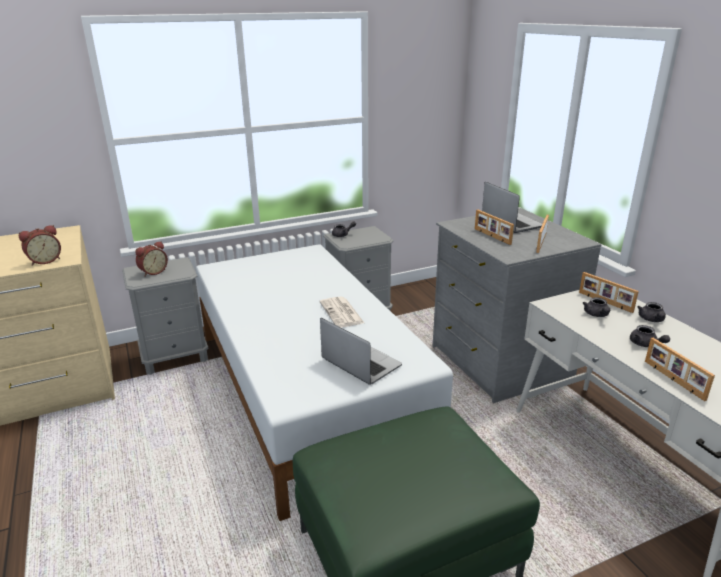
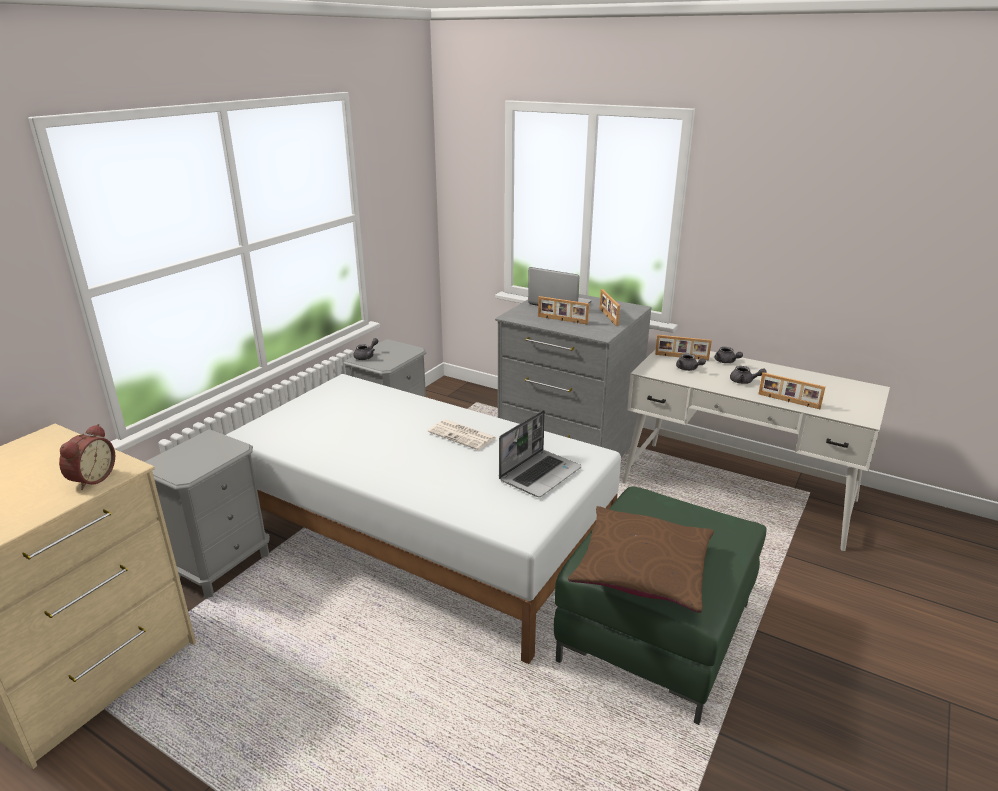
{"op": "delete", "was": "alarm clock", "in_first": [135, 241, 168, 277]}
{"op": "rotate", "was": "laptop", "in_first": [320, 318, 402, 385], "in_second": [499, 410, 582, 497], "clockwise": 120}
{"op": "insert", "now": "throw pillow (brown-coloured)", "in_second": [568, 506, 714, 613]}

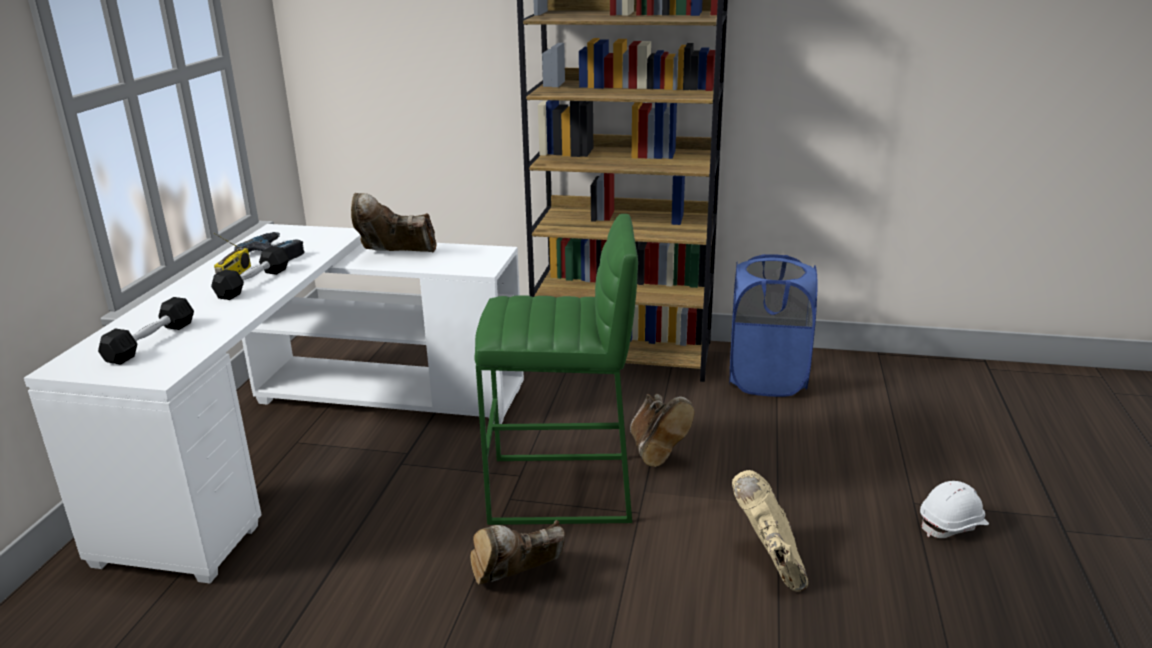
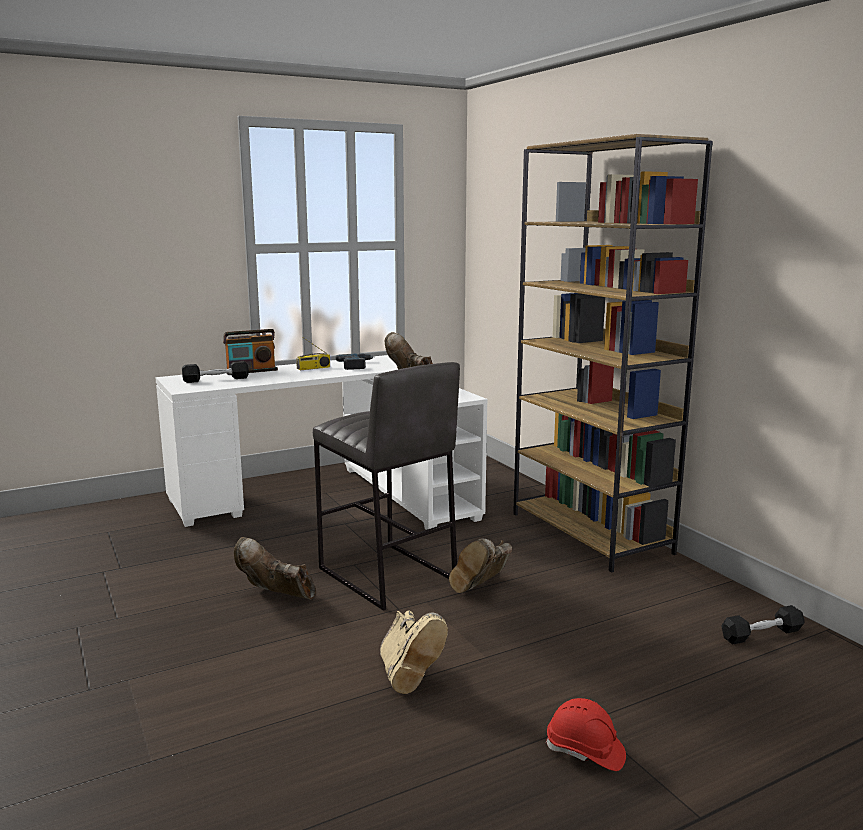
{"op": "move", "was": "free weight (blackish)", "in_first": [211, 246, 289, 300], "in_second": [721, 605, 805, 644]}
{"op": "recolor", "was": "stool seat (greenish)", "now": "stool seat (grey)", "in_first": [475, 214, 638, 525], "in_second": [313, 362, 460, 611]}
{"op": "delete", "was": "hamper (blue)", "in_first": [729, 254, 818, 397]}
{"op": "rotate", "was": "tall boot (beige)", "in_first": [732, 470, 808, 592], "in_second": [380, 611, 448, 694], "clockwise": 120}
{"op": "recolor", "was": "safety helmet (white)", "now": "safety helmet (reddish)", "in_first": [920, 481, 989, 538], "in_second": [546, 698, 626, 771]}
{"op": "insert", "now": "radio", "in_second": [223, 329, 278, 375]}

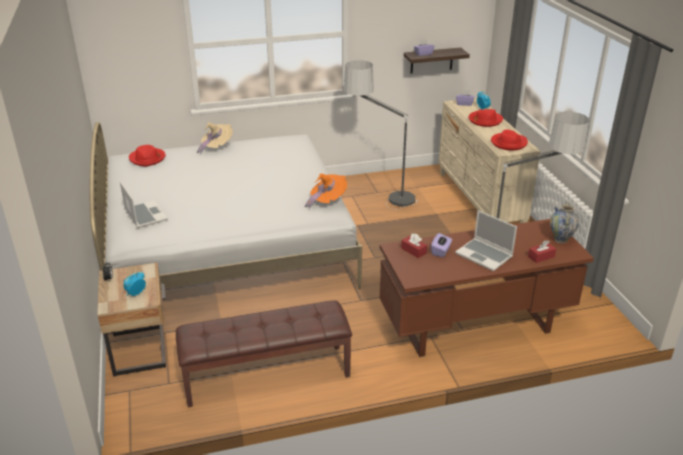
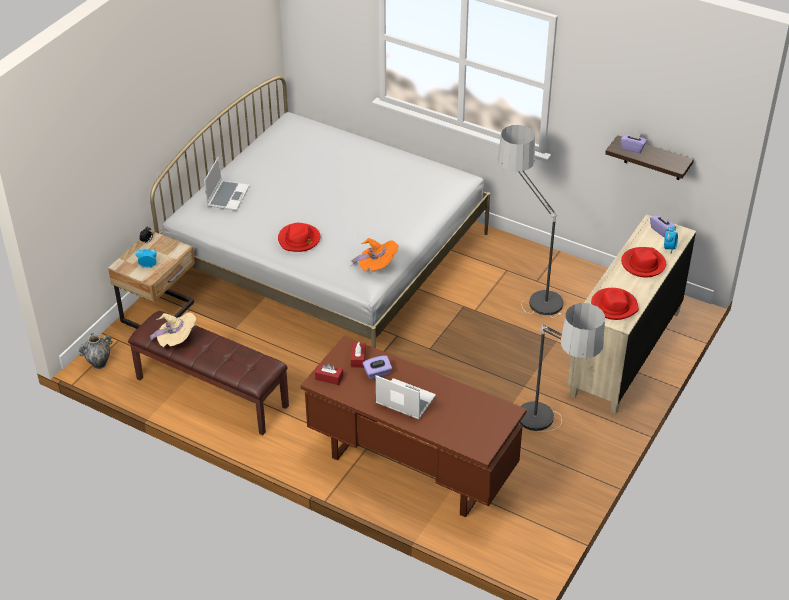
{"op": "move", "was": "wearable hat (reddish)", "in_first": [129, 145, 166, 167], "in_second": [278, 223, 320, 252]}
{"op": "move", "was": "wearable hat (beige)", "in_first": [197, 122, 233, 155], "in_second": [149, 312, 196, 347]}
{"op": "rotate", "was": "laptop", "in_first": [455, 210, 517, 271], "in_second": [376, 375, 436, 419], "clockwise": 120}
{"op": "move", "was": "box of tissues (reddish)", "in_first": [528, 240, 556, 263], "in_second": [315, 363, 343, 385]}
{"op": "move", "was": "vase", "in_first": [550, 202, 579, 243], "in_second": [79, 333, 113, 369]}

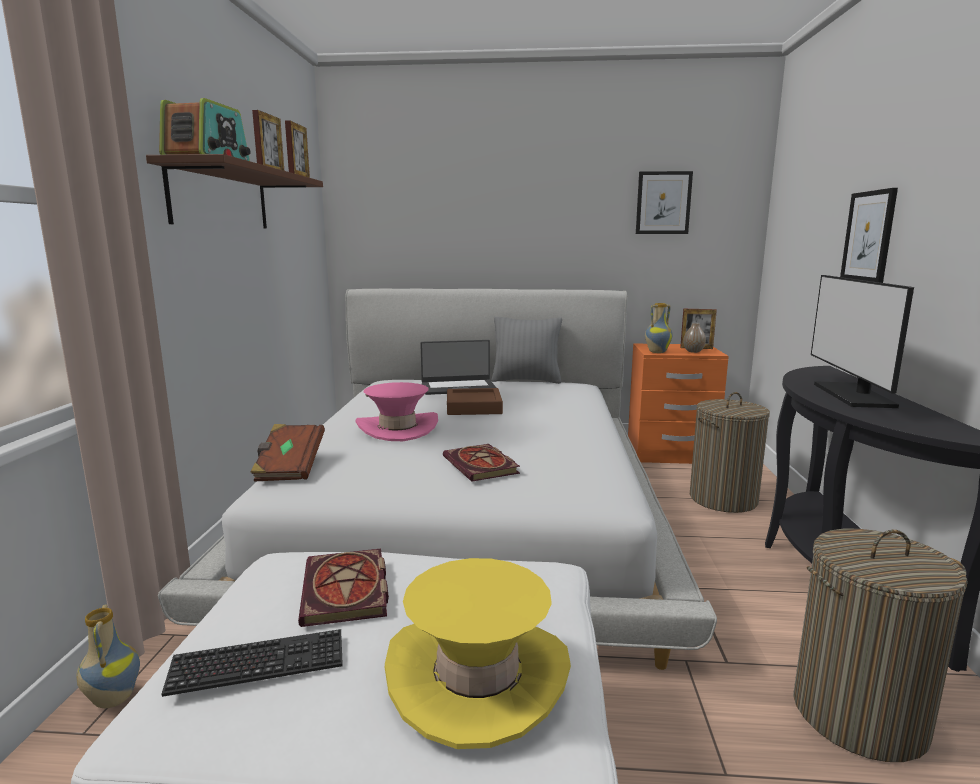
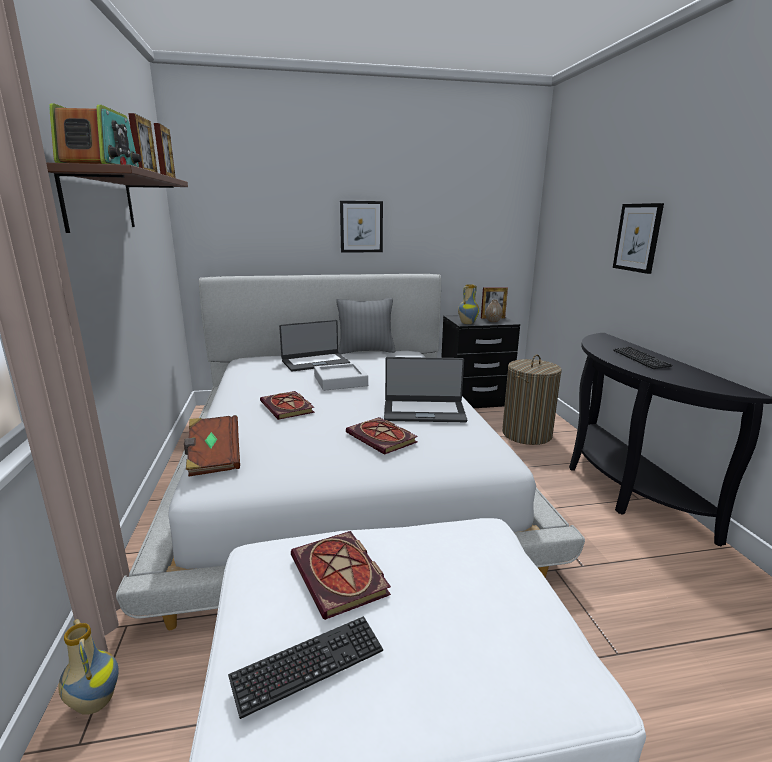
{"op": "replace", "was": "wearable hat (pink)", "now": "volume", "in_first": [356, 382, 438, 441], "in_second": [260, 391, 315, 420]}
{"op": "delete", "was": "wearable hat (yellow)", "in_first": [385, 558, 571, 749]}
{"op": "recolor", "was": "serving tray (brown-coloured)", "now": "serving tray (grey)", "in_first": [447, 388, 503, 415], "in_second": [314, 363, 368, 391]}
{"op": "recolor", "was": "bedside table (orange-coloured)", "now": "bedside table (blackish)", "in_first": [628, 344, 729, 464], "in_second": [441, 315, 520, 408]}
{"op": "move", "was": "picture", "in_first": [636, 171, 693, 234], "in_second": [340, 201, 383, 253]}
{"op": "delete", "was": "hamper", "in_first": [793, 529, 968, 762]}
{"op": "replace", "was": "computer display", "now": "PC keyboard", "in_first": [811, 275, 914, 408], "in_second": [613, 347, 673, 369]}
{"op": "insert", "now": "laptop", "in_second": [384, 357, 467, 422]}

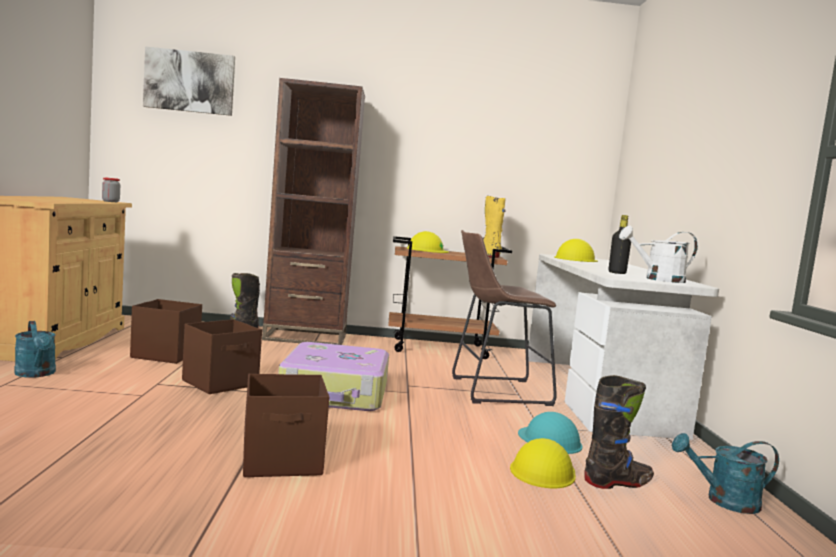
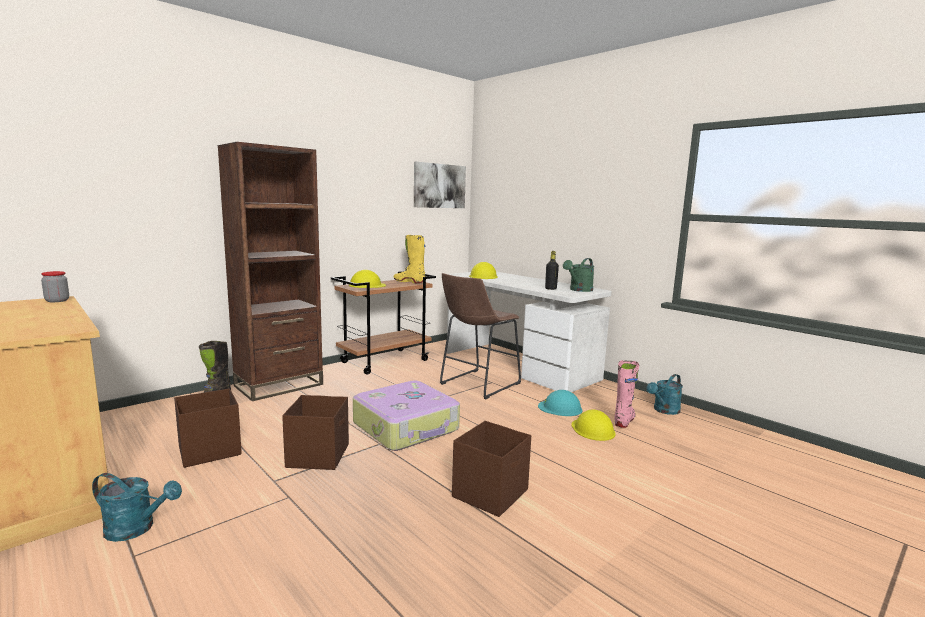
{"op": "move", "was": "picture", "in_first": [143, 46, 235, 116], "in_second": [414, 162, 466, 208]}
{"op": "recolor", "was": "tall boot (blackish)", "now": "tall boot (pink)", "in_first": [585, 375, 654, 489], "in_second": [615, 360, 639, 428]}
{"op": "recolor", "was": "watering can (white)", "now": "watering can (greenish)", "in_first": [619, 226, 698, 283], "in_second": [563, 258, 594, 292]}

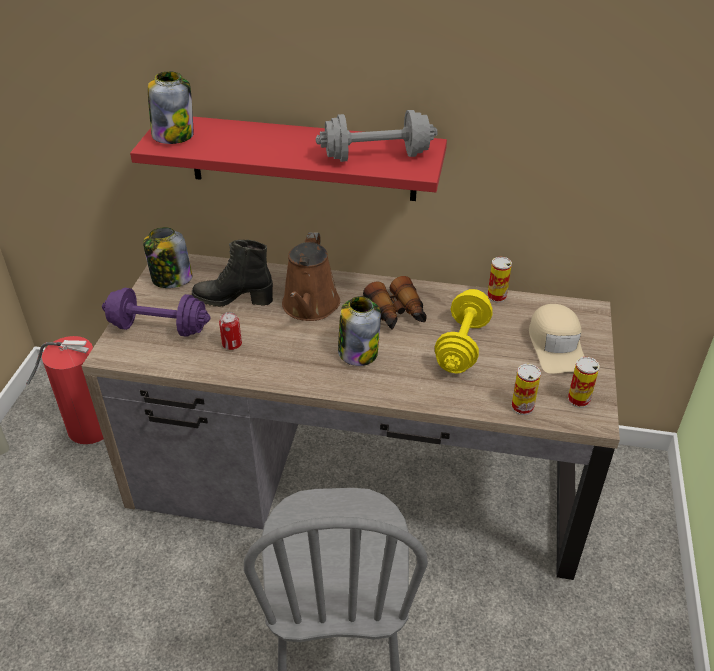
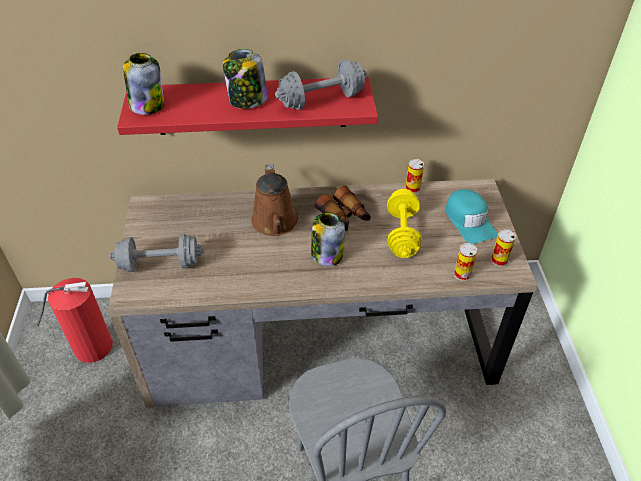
{"op": "recolor", "was": "free weight (purple-coloured)", "now": "free weight (grey)", "in_first": [102, 288, 210, 337], "in_second": [110, 234, 204, 272]}
{"op": "move", "was": "preserve jar", "in_first": [143, 227, 192, 288], "in_second": [223, 49, 268, 109]}
{"op": "delete", "was": "tall boot (blackish)", "in_first": [192, 240, 273, 307]}
{"op": "delete", "was": "sealed can", "in_first": [219, 312, 242, 350]}
{"op": "recolor", "was": "baseball cap (beige)", "now": "baseball cap (blue-green)", "in_first": [529, 304, 585, 374], "in_second": [445, 189, 498, 244]}

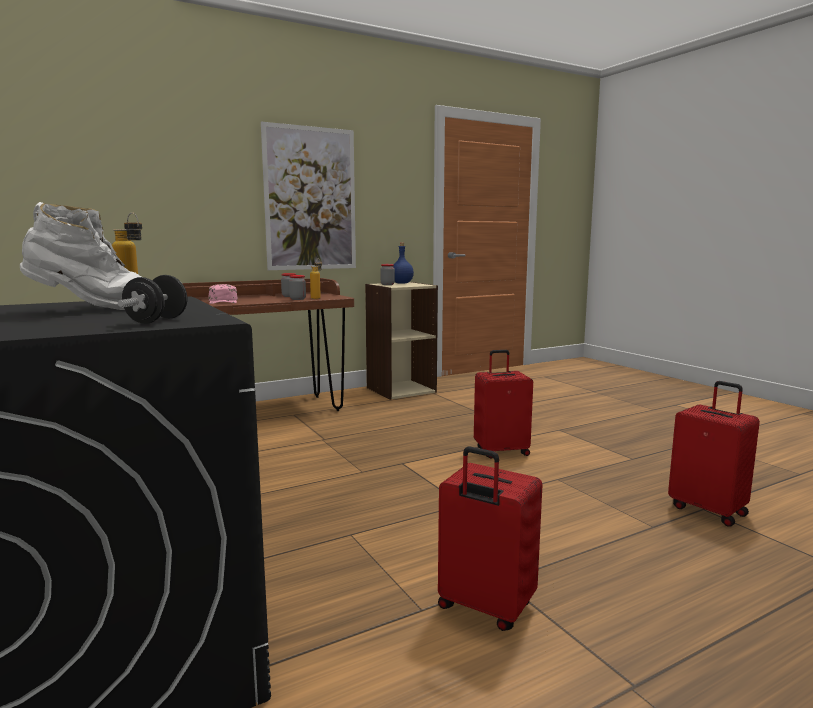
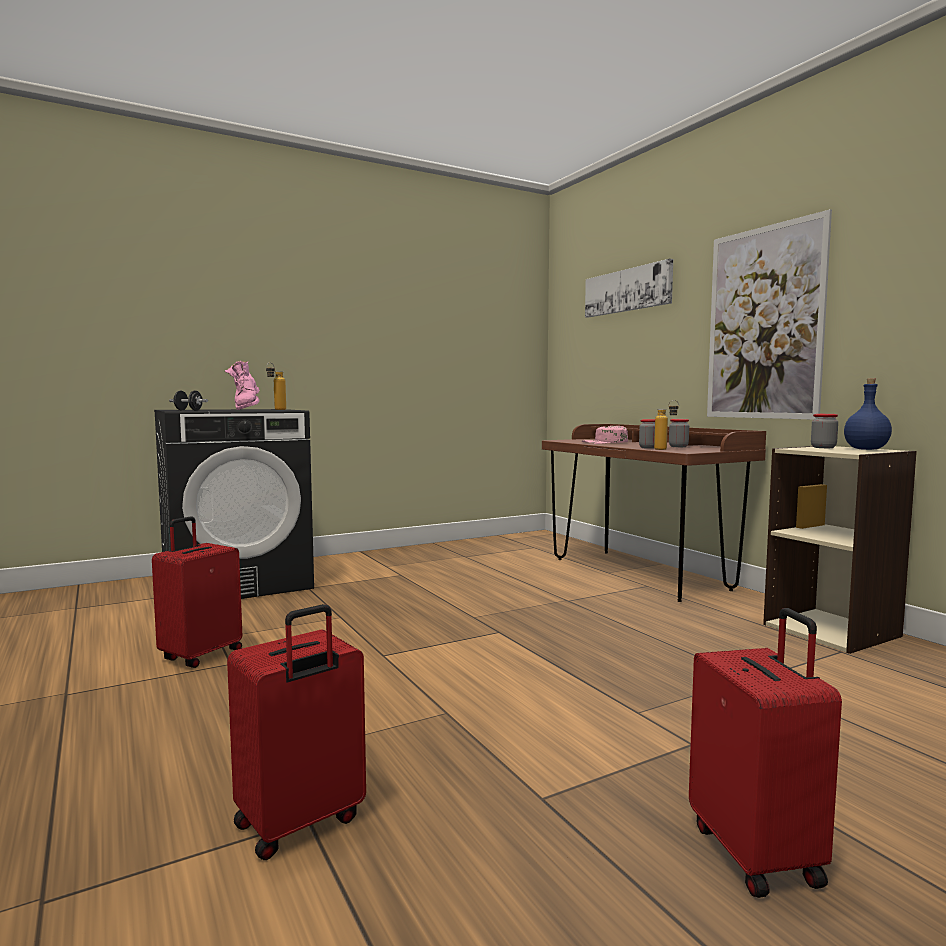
{"op": "recolor", "was": "tall boot (white)", "now": "tall boot (pink)", "in_first": [20, 202, 142, 310], "in_second": [225, 361, 259, 410]}
{"op": "move", "was": "suitcase (reddish)", "in_first": [474, 350, 533, 458], "in_second": [689, 608, 842, 898]}
{"op": "insert", "now": "picture", "in_second": [585, 258, 673, 318]}

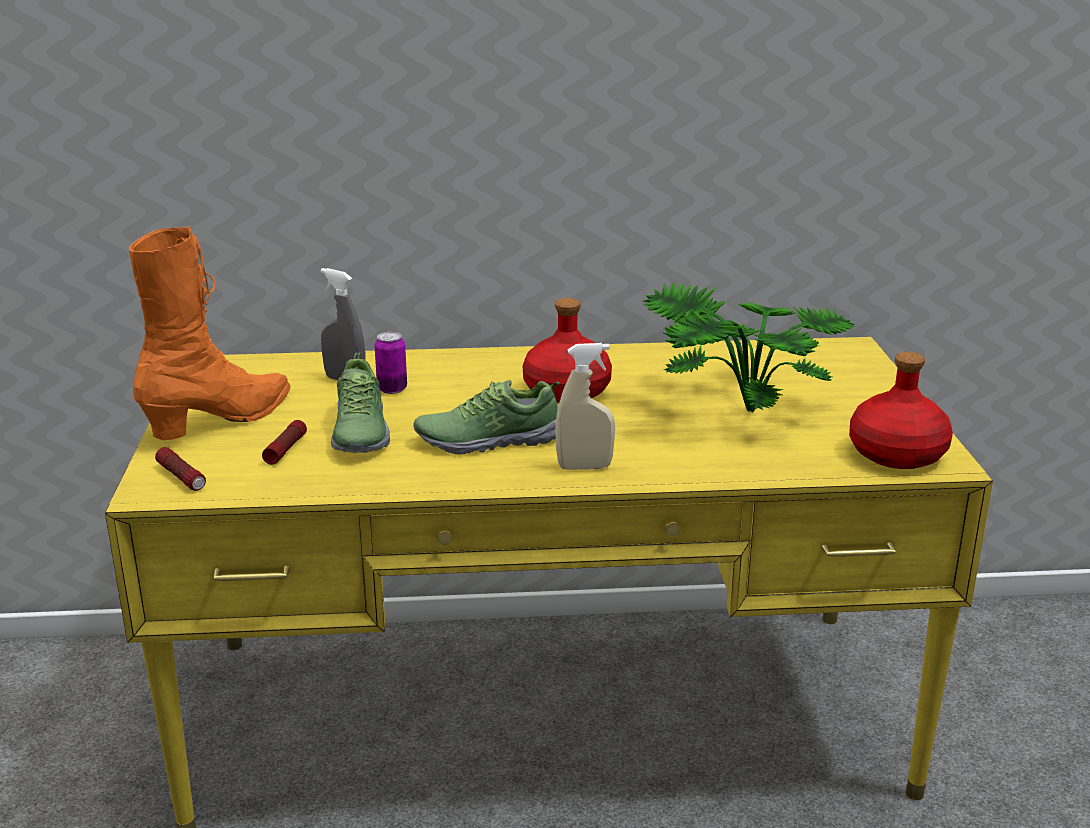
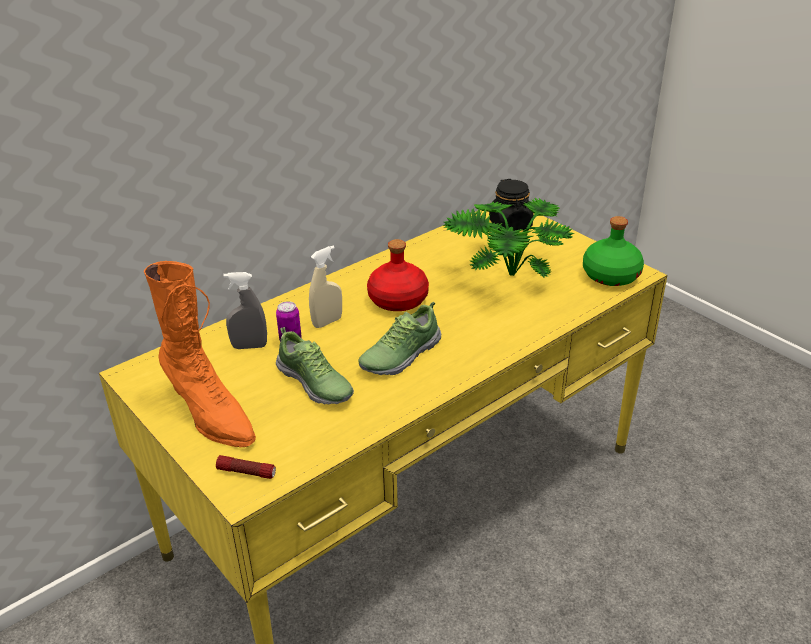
{"op": "rotate", "was": "tall boot (orange-coloured)", "in_first": [129, 227, 291, 440], "in_second": [144, 261, 256, 447], "clockwise": 135}
{"op": "delete", "was": "hand torch", "in_first": [262, 420, 307, 465]}
{"op": "move", "was": "hand sprayer (beige)", "in_first": [555, 343, 615, 470], "in_second": [309, 246, 342, 328]}
{"op": "recolor", "was": "beverage bottle (reddish)", "now": "beverage bottle (greenish)", "in_first": [849, 352, 953, 469], "in_second": [583, 216, 644, 286]}
{"op": "insert", "now": "preserve jar (blackish)", "in_second": [489, 179, 534, 231]}

